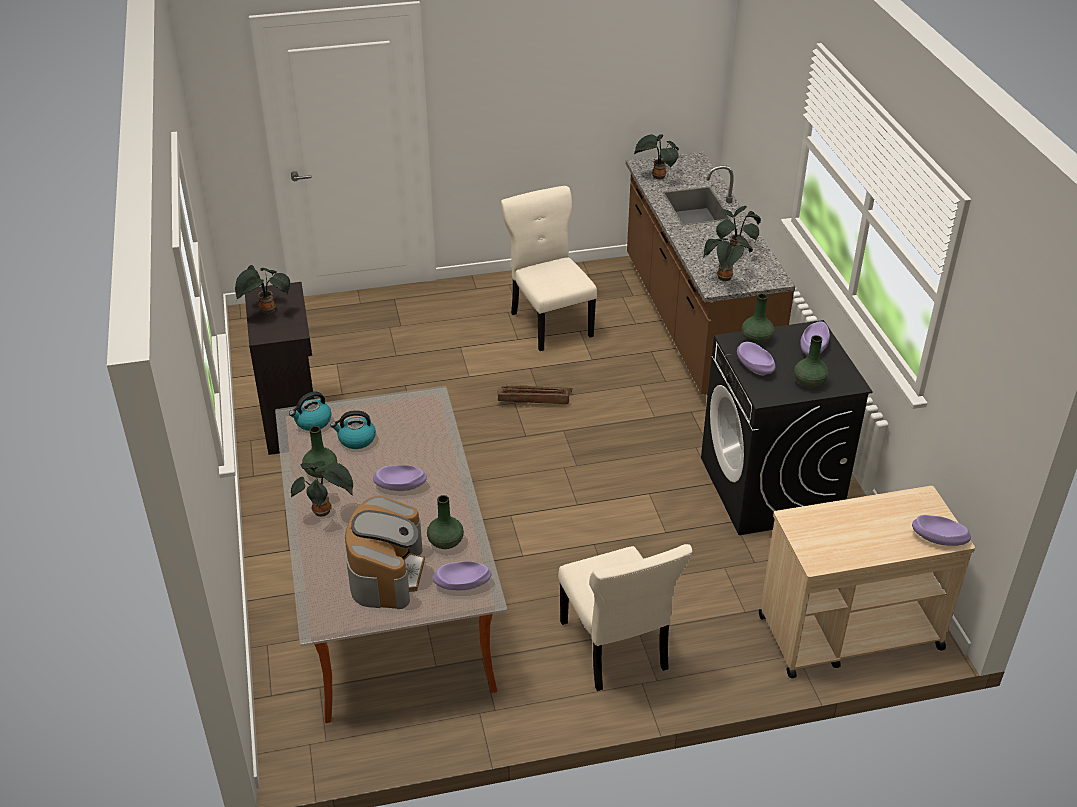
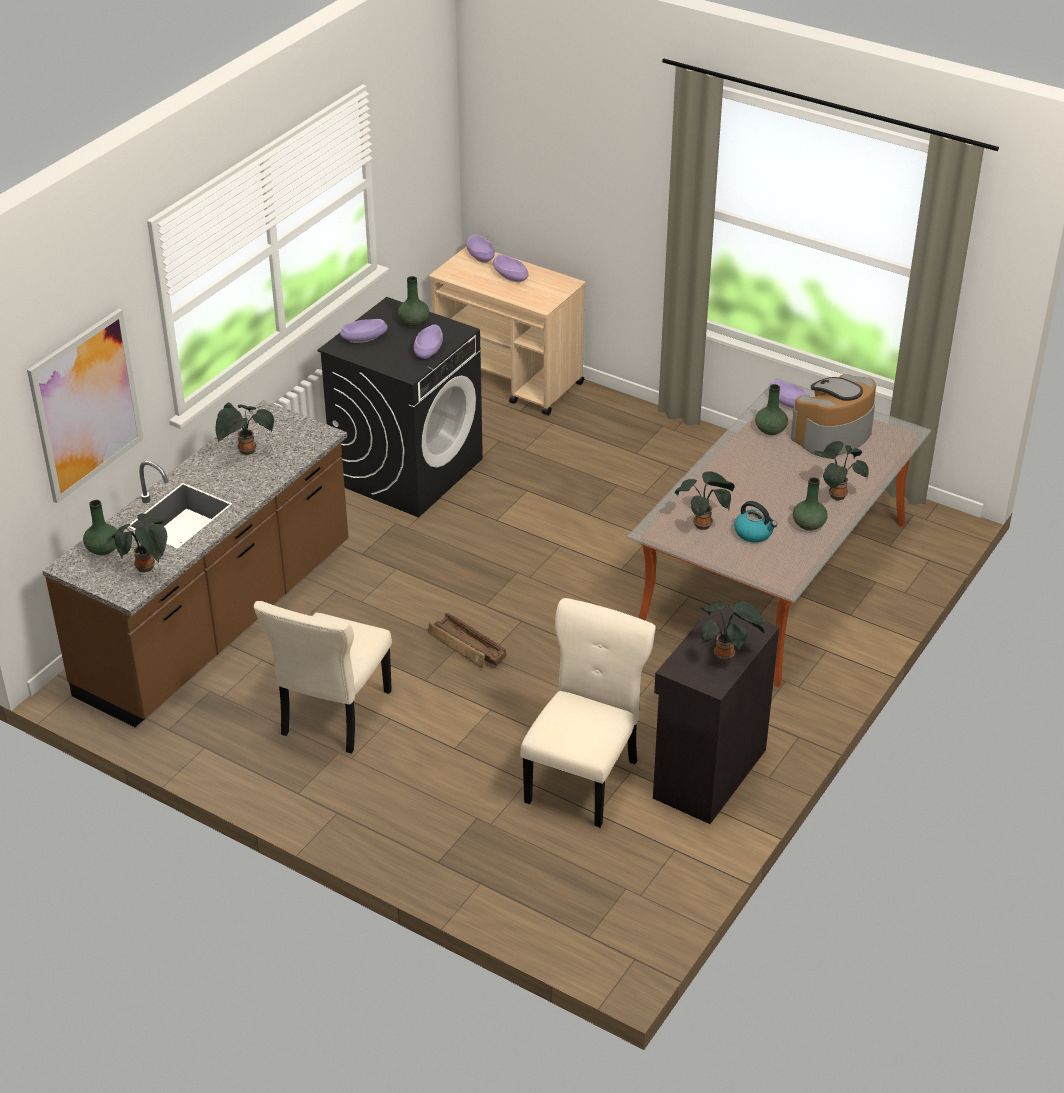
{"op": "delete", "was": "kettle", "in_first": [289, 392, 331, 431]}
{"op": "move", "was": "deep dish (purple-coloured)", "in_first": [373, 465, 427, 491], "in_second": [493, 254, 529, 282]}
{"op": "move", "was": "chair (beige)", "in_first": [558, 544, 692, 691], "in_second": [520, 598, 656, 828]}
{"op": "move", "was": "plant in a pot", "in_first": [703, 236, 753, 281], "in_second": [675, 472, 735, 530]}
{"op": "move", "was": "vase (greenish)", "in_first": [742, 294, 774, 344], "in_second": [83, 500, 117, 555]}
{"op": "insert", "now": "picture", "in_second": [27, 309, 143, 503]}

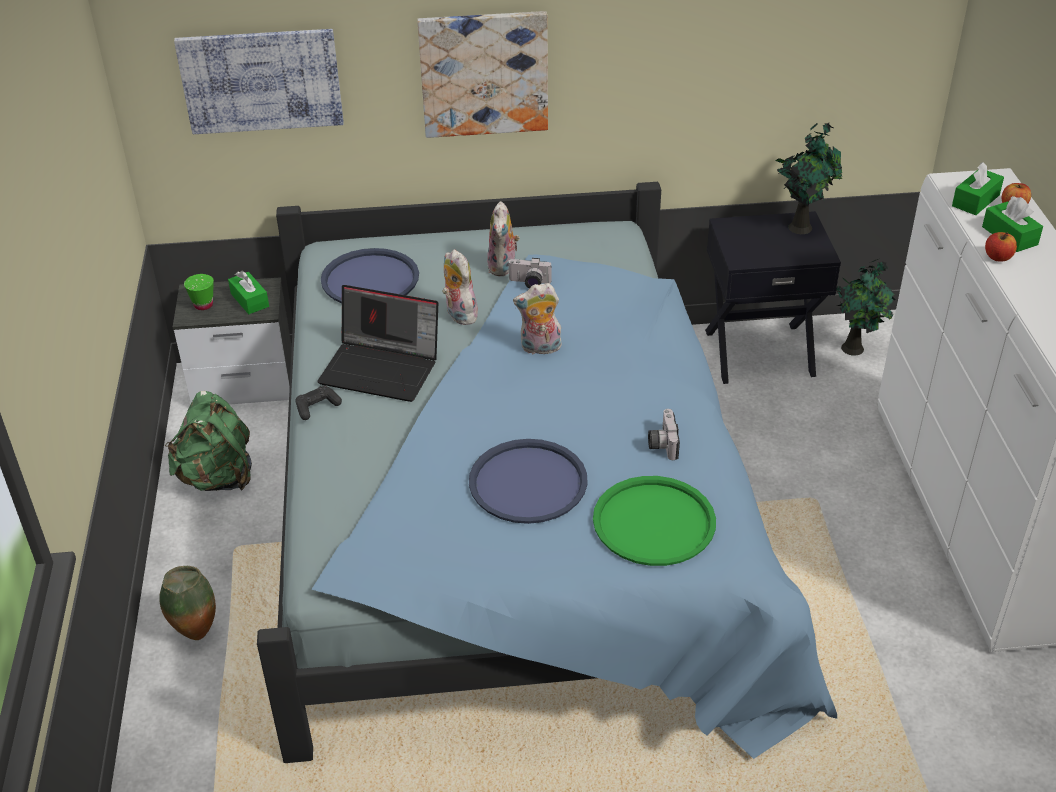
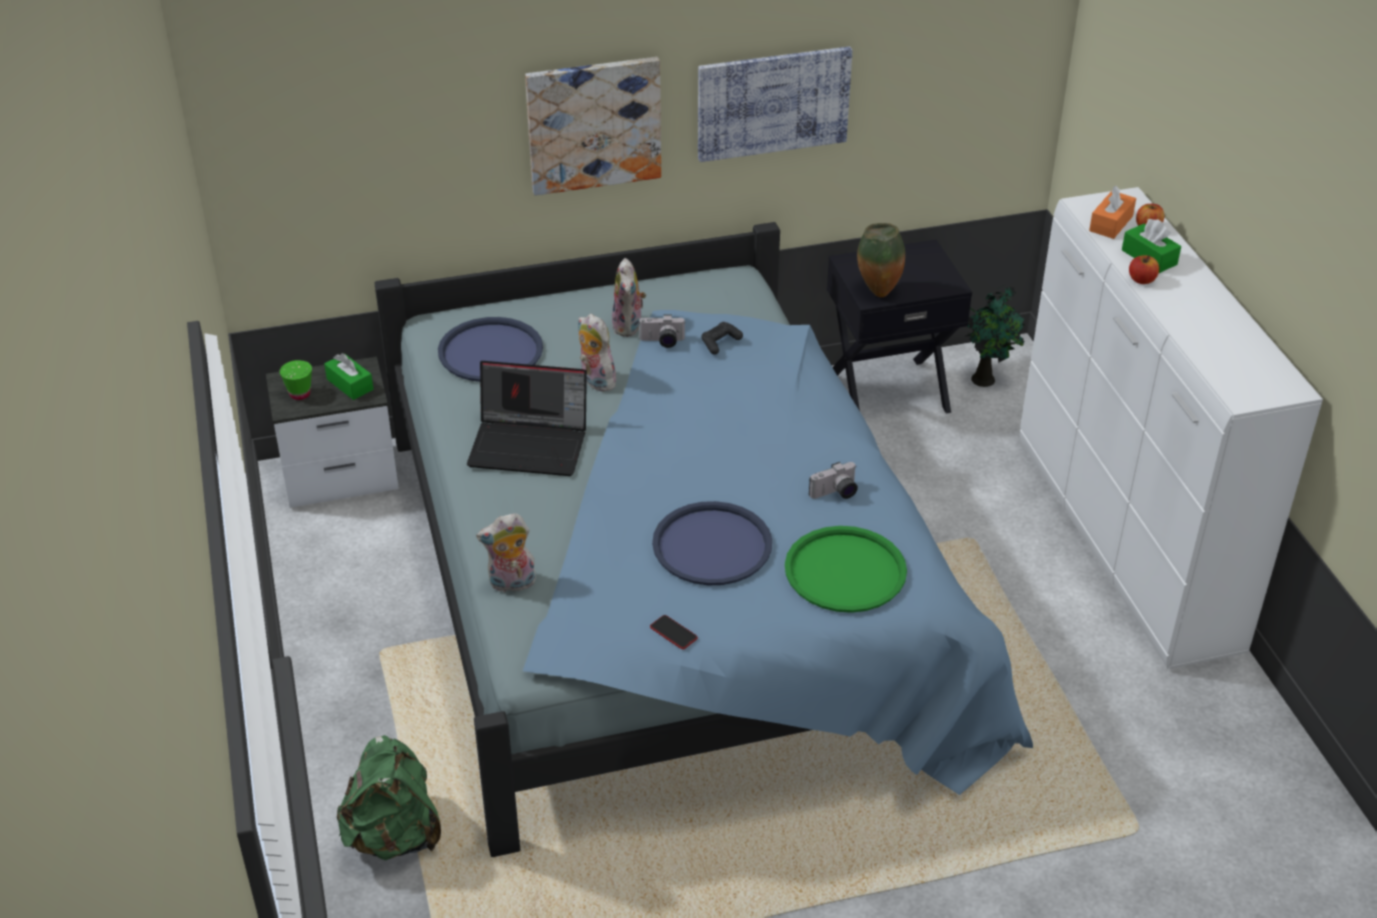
{"op": "move", "was": "vase", "in_first": [159, 566, 216, 640], "in_second": [857, 223, 905, 297]}
{"op": "move", "was": "rucksack (greenish)", "in_first": [165, 391, 252, 491], "in_second": [337, 735, 441, 860]}
{"op": "move", "was": "picture", "in_first": [174, 29, 343, 134], "in_second": [698, 46, 852, 162]}
{"op": "move", "was": "joypad (blackish)", "in_first": [295, 385, 342, 420], "in_second": [701, 322, 743, 355]}
{"op": "move", "was": "soft toy", "in_first": [513, 283, 562, 354], "in_second": [476, 513, 536, 592]}
{"op": "rotate", "was": "still camera", "in_first": [648, 409, 680, 460], "in_second": [809, 462, 858, 499], "clockwise": -105}
{"op": "delete", "was": "plant in a pot", "in_first": [775, 122, 842, 234]}
{"op": "recolor", "was": "box of tissues (greenish)", "now": "box of tissues (orange-coloured)", "in_first": [952, 162, 1004, 215], "in_second": [1089, 186, 1136, 239]}
{"op": "insert", "now": "handset", "in_second": [650, 615, 698, 649]}

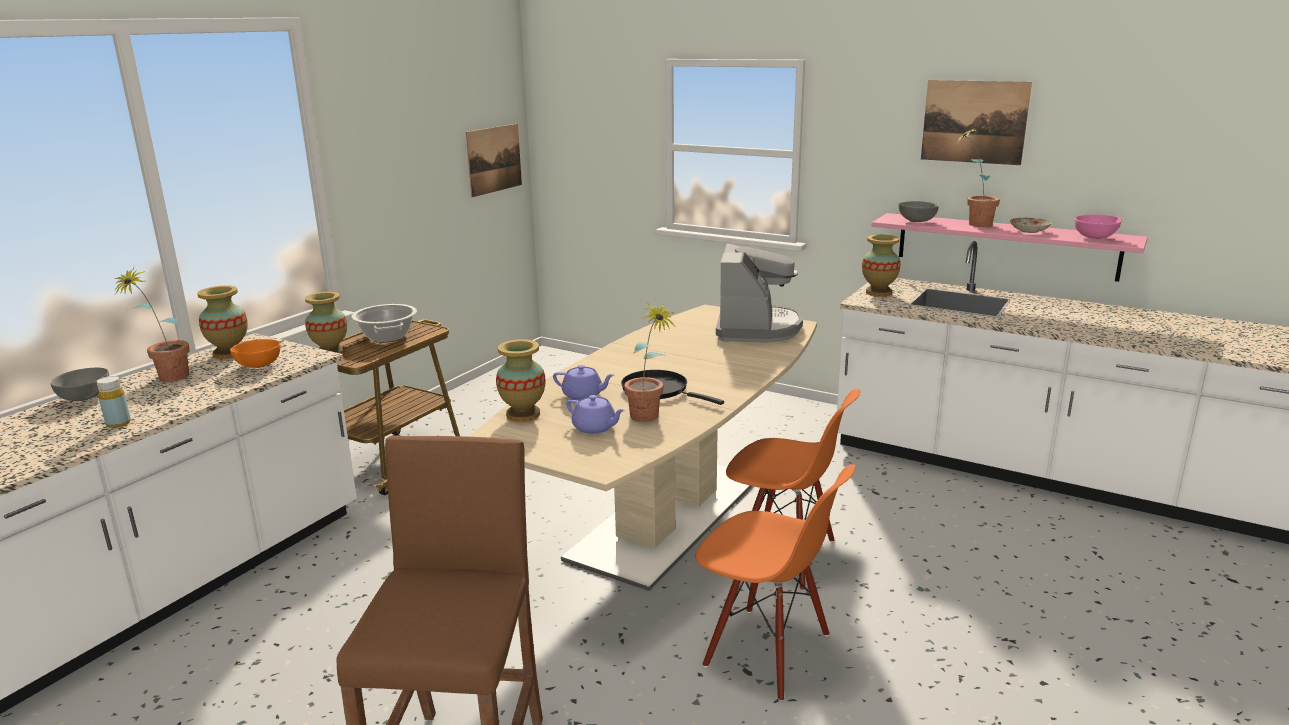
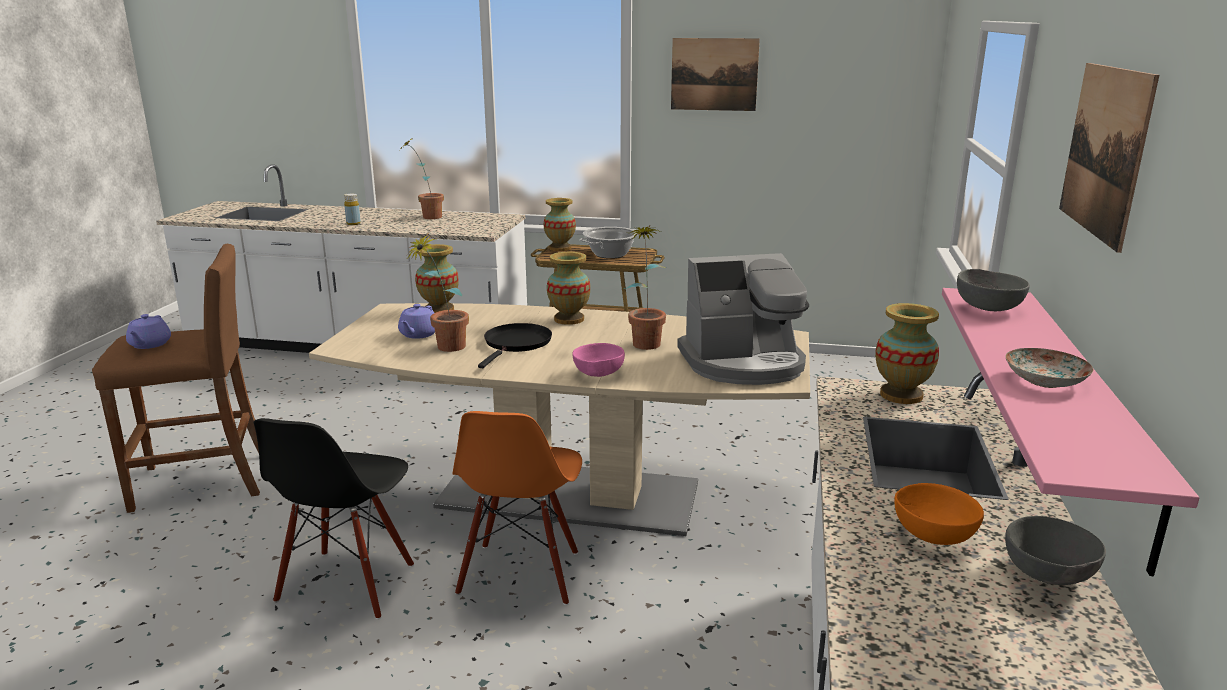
{"op": "move", "was": "deep dish (grey)", "in_first": [51, 368, 109, 401], "in_second": [1005, 516, 1106, 585]}
{"op": "move", "was": "vase", "in_first": [197, 286, 248, 359], "in_second": [547, 252, 590, 325]}
{"op": "move", "was": "deep dish (orange-coloured)", "in_first": [230, 339, 281, 368], "in_second": [894, 483, 984, 545]}
{"op": "move", "was": "picture", "in_first": [466, 124, 522, 197], "in_second": [671, 38, 760, 111]}
{"op": "move", "was": "teapot (purple-coloured)", "in_first": [553, 365, 614, 400], "in_second": [126, 314, 171, 349]}
{"op": "recolor", "was": "chair (orange-coloured)", "now": "chair (blackish)", "in_first": [696, 464, 856, 702], "in_second": [254, 418, 414, 620]}
{"op": "move", "was": "plant in a pot", "in_first": [957, 128, 1000, 227], "in_second": [624, 226, 666, 350]}
{"op": "move", "was": "deep dish (pink)", "in_first": [1075, 215, 1122, 239], "in_second": [572, 343, 625, 377]}

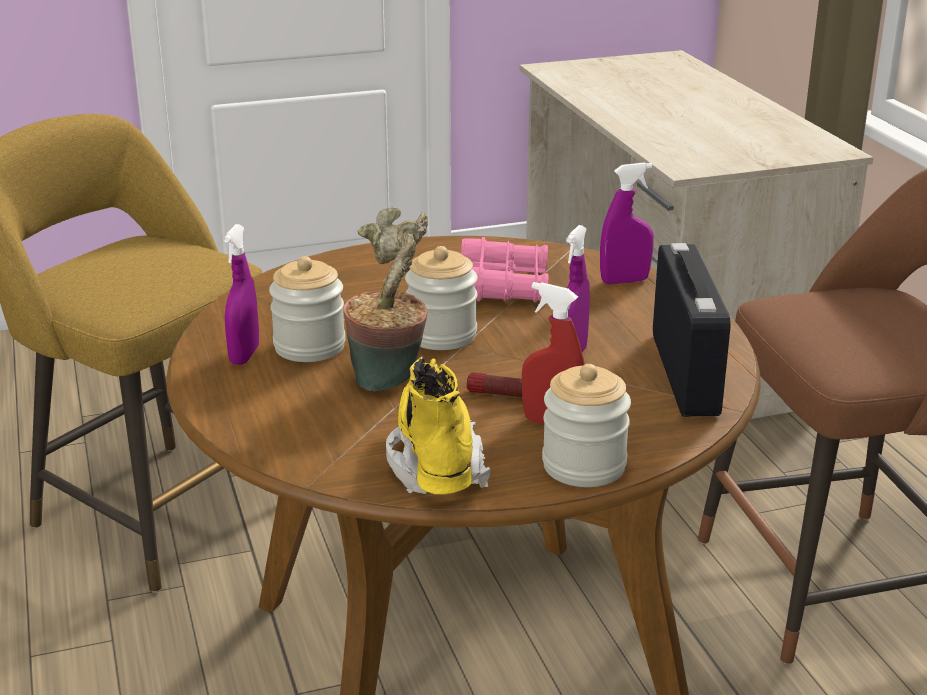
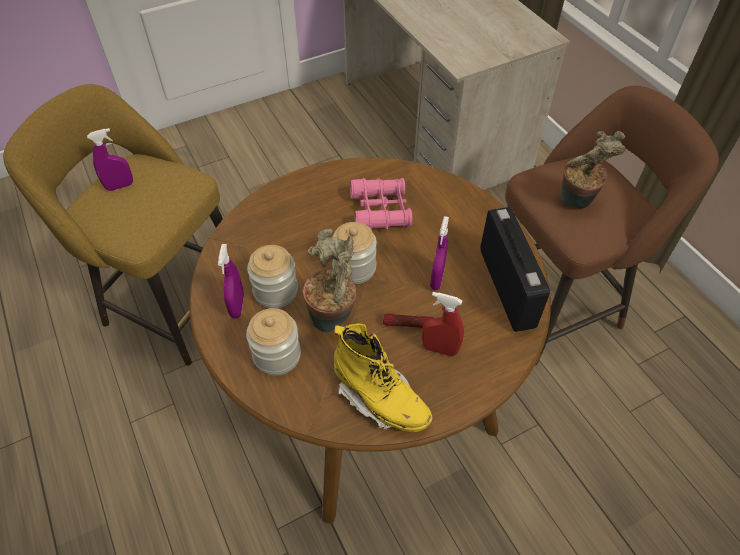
{"op": "rotate", "was": "tall boot (yellow)", "in_first": [386, 357, 490, 495], "in_second": [334, 323, 433, 432], "clockwise": 150}
{"op": "move", "was": "preserve jar", "in_first": [542, 364, 631, 487], "in_second": [246, 308, 301, 376]}
{"op": "move", "was": "hand sprayer (purple-coloured)", "in_first": [600, 162, 654, 284], "in_second": [87, 128, 133, 191]}
{"op": "insert", "now": "plant in a pot", "in_second": [561, 131, 626, 208]}

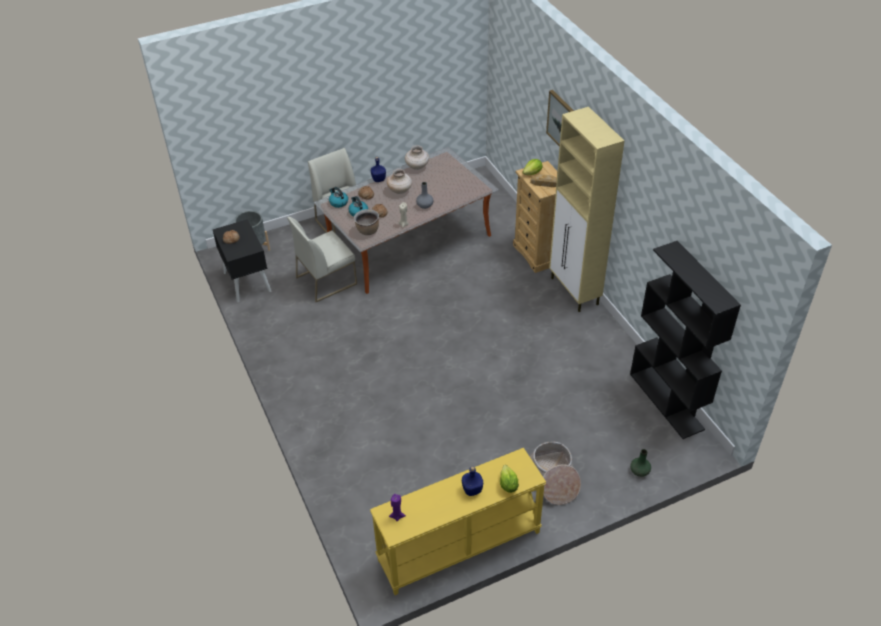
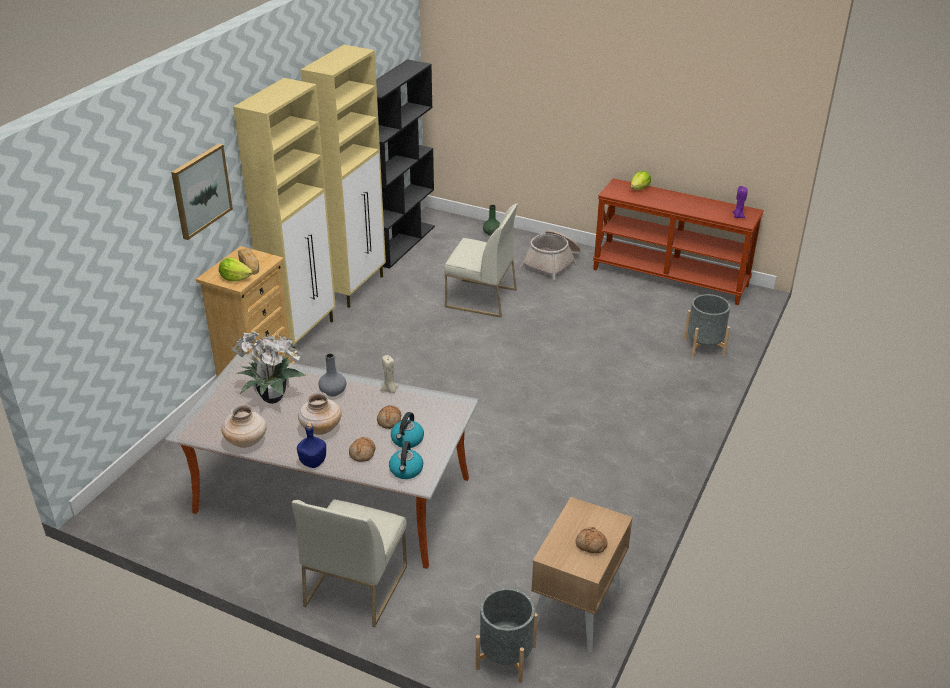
{"op": "recolor", "was": "bedside table (blackish)", "now": "bedside table (beige)", "in_first": [213, 219, 271, 302], "in_second": [531, 497, 633, 652]}
{"op": "move", "was": "chair (white)", "in_first": [287, 217, 357, 302], "in_second": [444, 204, 518, 318]}
{"op": "delete", "was": "stockpot (brown-coloured)", "in_first": [354, 209, 379, 235]}
{"op": "recolor", "was": "hall table (yellow)", "now": "hall table (brown-coloured)", "in_first": [370, 448, 546, 595], "in_second": [593, 178, 764, 305]}
{"op": "delete", "was": "beverage bottle (blue)", "in_first": [462, 466, 483, 496]}
{"op": "insert", "now": "plant in a pot", "in_second": [232, 330, 306, 404]}
{"op": "insert", "now": "cabinet (beige)", "in_second": [300, 45, 386, 308]}
{"op": "insert", "now": "flower pot (grey)", "in_second": [684, 294, 730, 358]}

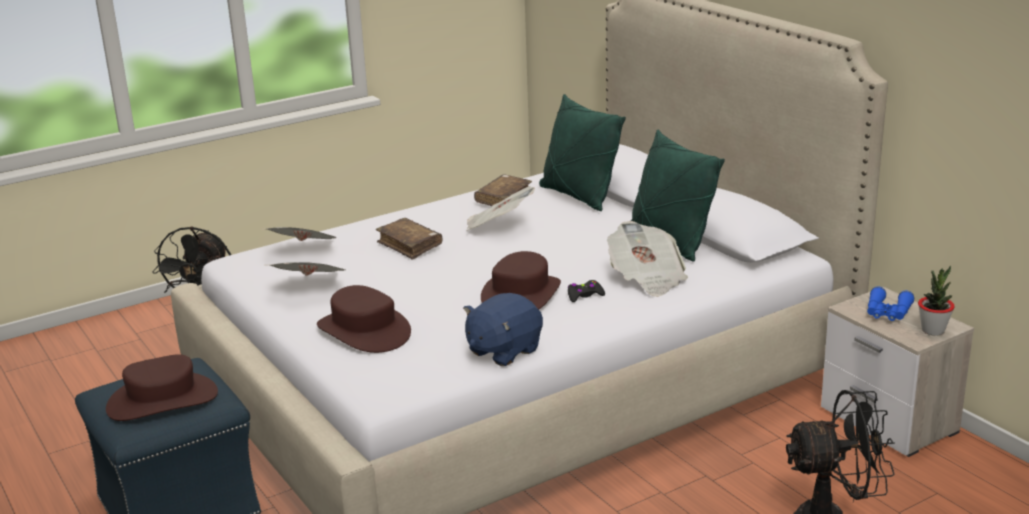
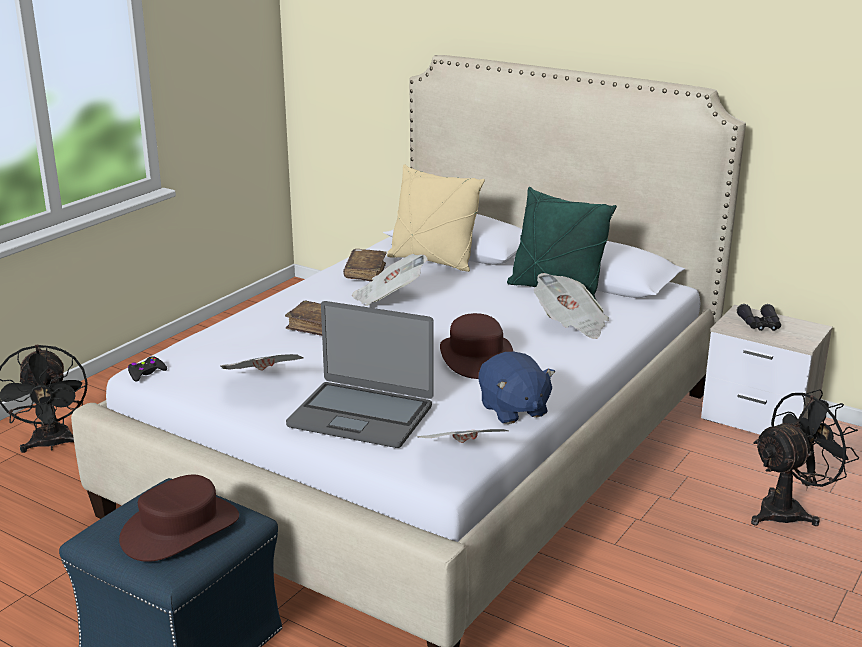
{"op": "move", "was": "daily paper", "in_first": [267, 227, 337, 241], "in_second": [416, 429, 508, 443]}
{"op": "replace", "was": "wearable hat (brown-coloured)", "now": "laptop", "in_first": [317, 285, 411, 353], "in_second": [286, 301, 434, 448]}
{"op": "rotate", "was": "soft toy (blue)", "in_first": [463, 293, 543, 366], "in_second": [478, 352, 555, 424], "clockwise": -45}
{"op": "recolor", "was": "throw pillow (greenish)", "now": "throw pillow (beige)", "in_first": [539, 94, 626, 211], "in_second": [387, 164, 485, 272]}
{"op": "move", "was": "joypad (blackish)", "in_first": [568, 280, 605, 302], "in_second": [128, 356, 167, 382]}
{"op": "recolor", "was": "pair of binoculars (blue)", "now": "pair of binoculars (blackish)", "in_first": [867, 286, 915, 321], "in_second": [737, 304, 781, 331]}
{"op": "delete", "was": "plant in a pot", "in_first": [918, 266, 955, 336]}

